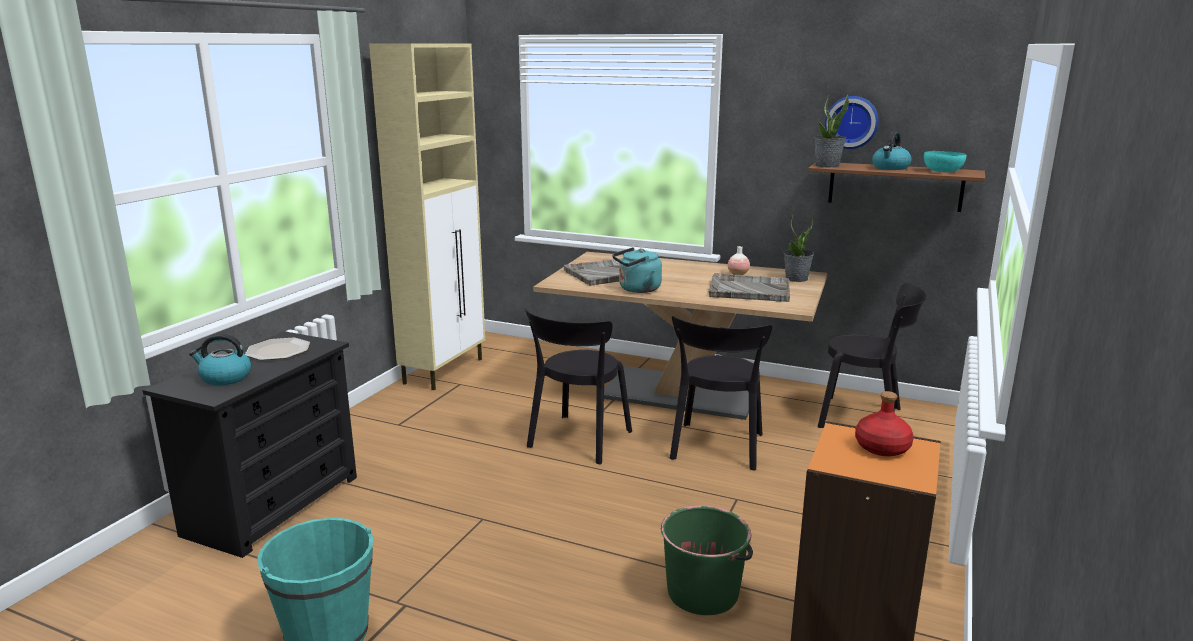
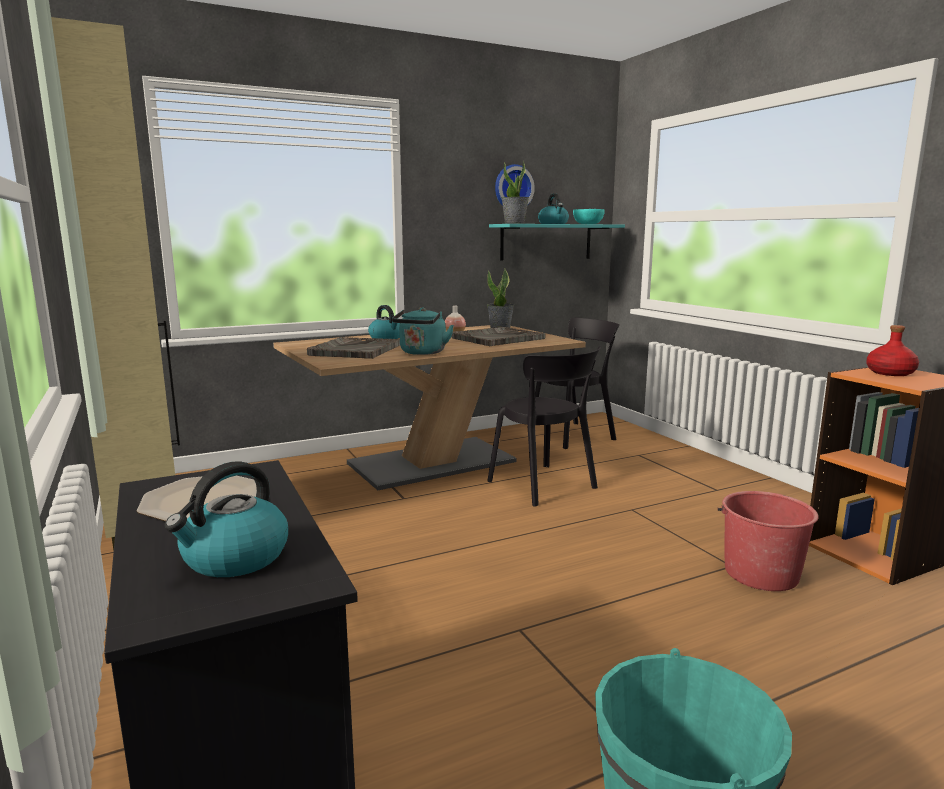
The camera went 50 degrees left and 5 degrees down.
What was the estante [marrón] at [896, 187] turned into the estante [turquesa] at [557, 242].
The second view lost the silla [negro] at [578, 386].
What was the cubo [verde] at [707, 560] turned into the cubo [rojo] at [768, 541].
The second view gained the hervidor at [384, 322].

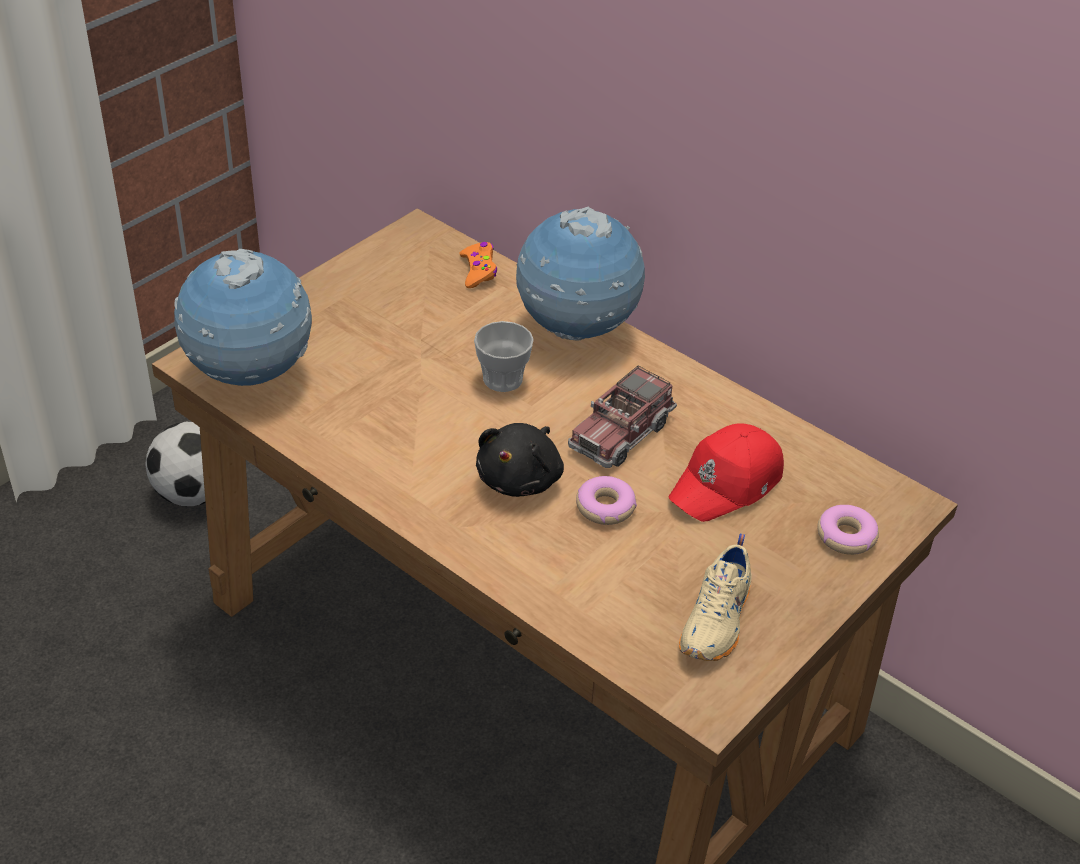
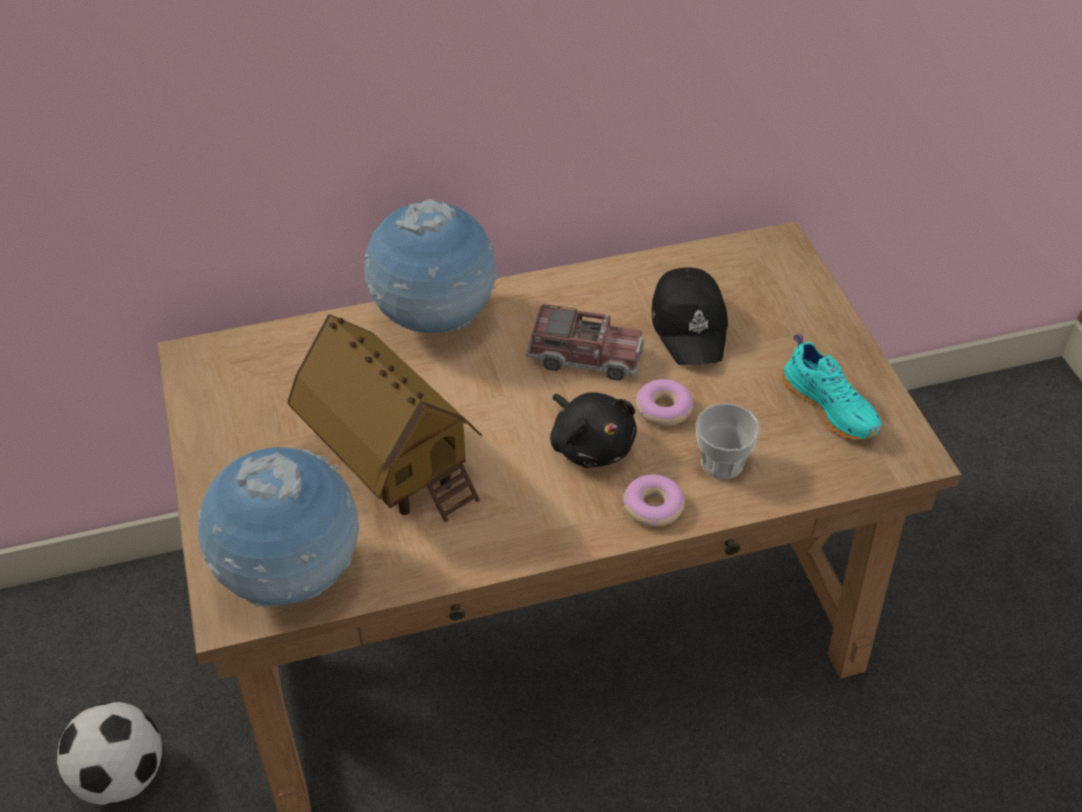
The camera went 55 degrees left and 5 degrees up.
The second view lost the mando de consola [naranja] at [478, 265].
The taza ended up elsewhere, having gone from [504, 356] to [728, 441].
The camión de juguete at [622, 417] ended up facing another way, 60 degrees counterclockwise from before.
What was the gorra [rojo] at [726, 472] turned into the gorra [negro] at [690, 316].
The rosquilla ended up elsewhere, having gone from [848, 530] to [654, 500].
What was the zapato [beis] at [715, 597] turned into the zapato [turquesa] at [831, 387].
The second view gained the casita at [384, 418].

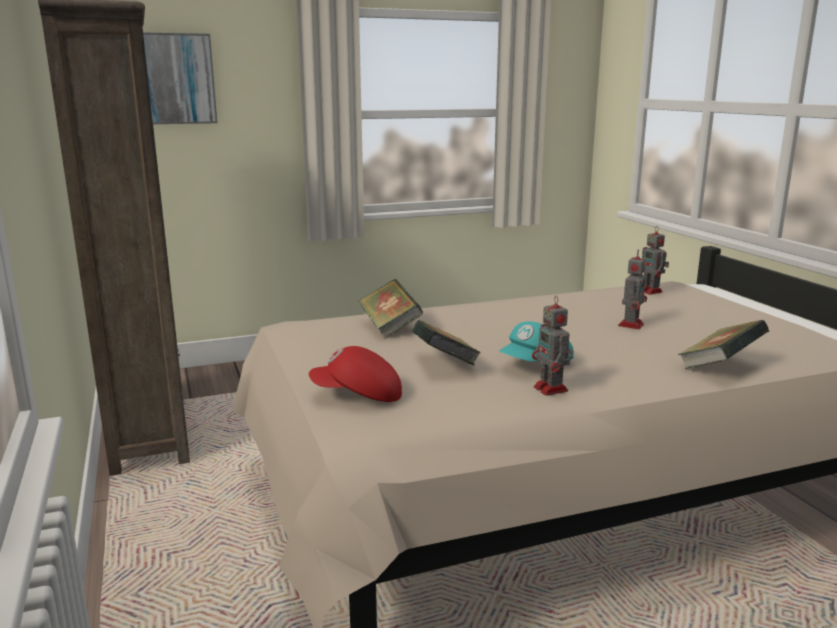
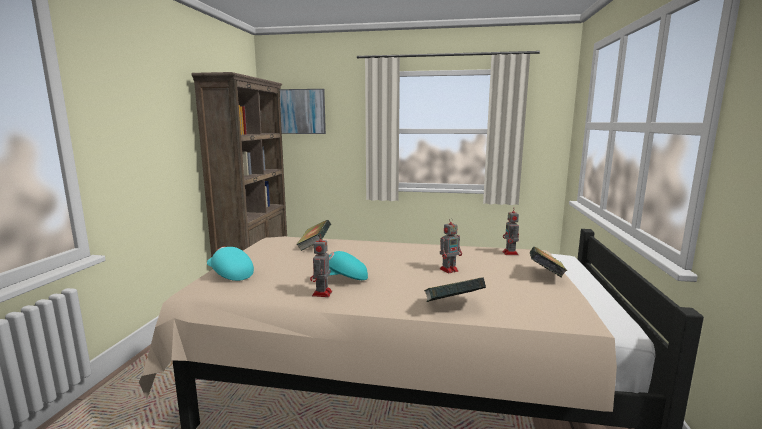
The camera went 30 degrees right and 5 degrees down.
The libro ended up elsewhere, having gone from [446, 342] to [548, 262].
What was the gorra [rojo] at [355, 374] turned into the gorra [turquesa] at [230, 263].

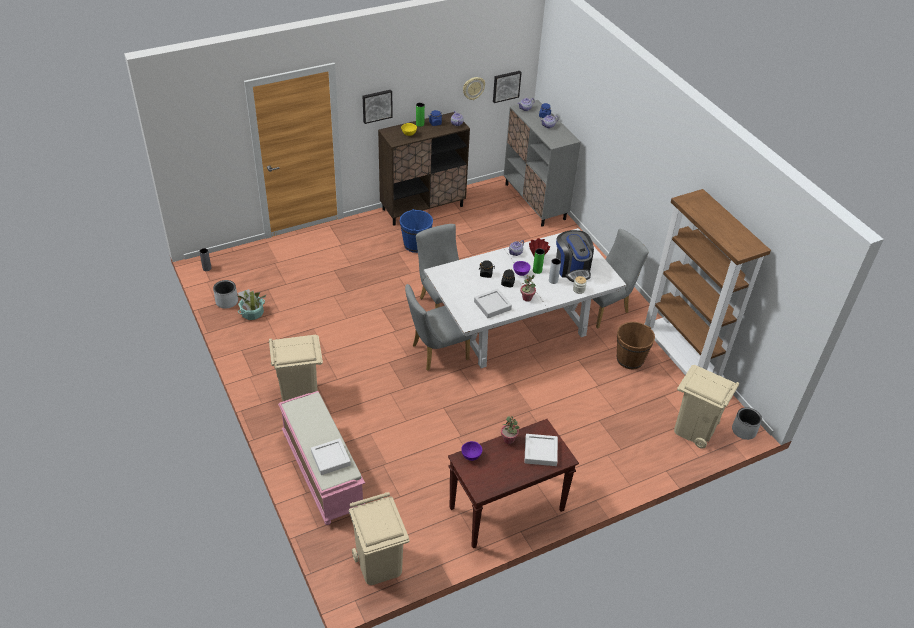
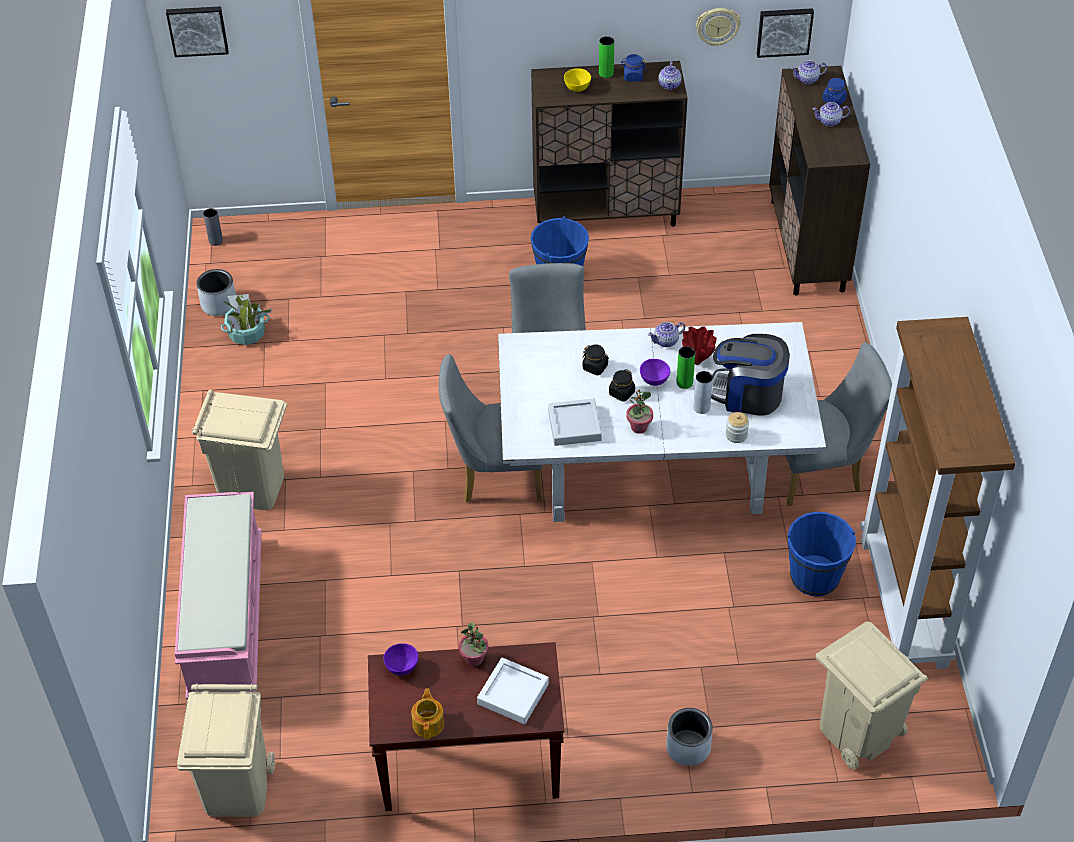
The camera went 25 degrees right and 5 degrees up.
The cuadro ended up elsewhere, having gone from [378, 107] to [197, 31].
What was the armario [gris] at [542, 163] turned into the armario [marrón] at [819, 180].
The cafetera at [575, 256] ended up facing another way, 105 degrees clockwise from before.
What was the cubo [marrón] at [635, 345] turned into the cubo [azul] at [822, 554].
The maceta [gris] ended up elsewhere, having gone from [747, 423] to [689, 737].
The second view lost the bandeja [blanco] at [331, 456].
The second view gained the tetera at [427, 713].

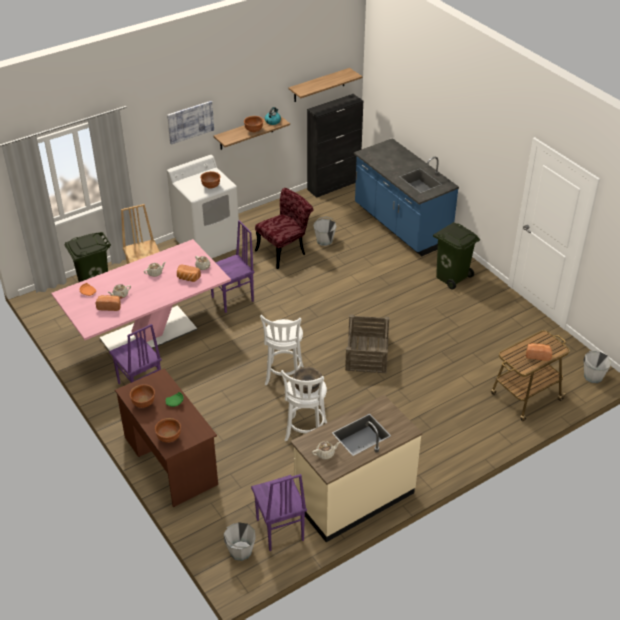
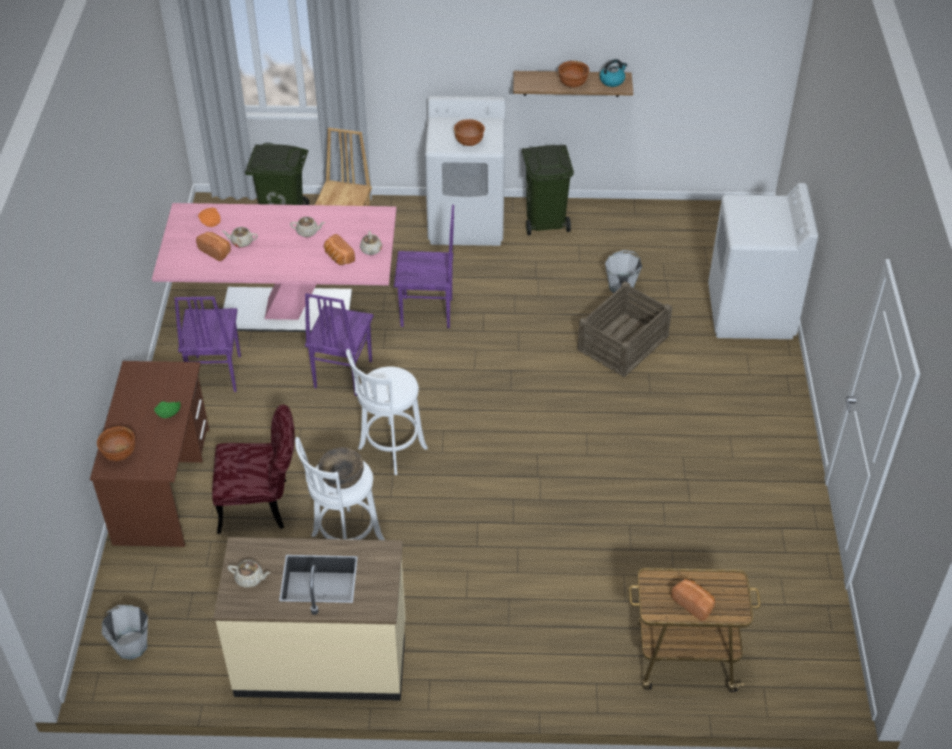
The camera went 35 degrees right and 5 degrees up.
The second view lost the estante at [325, 85].
The second view lost the armario [negro] at [335, 146].
The second view lost the cuadro at [190, 123].
Where the mueble bajo de cocina [azul] stood at [406, 197], the lavadora [blanco] came to stand at [763, 261].
The silla [rojo] ended up elsewhere, having gone from [284, 228] to [253, 469].
The papelera [verde] ended up elsewhere, having gone from [456, 256] to [548, 190].
The caja de embalaje ended up elsewhere, having gone from [367, 343] to [624, 329].
The second view lost the cubo [gris] at [598, 367].
The second view lost the cuenco [marrón] at [142, 396].
The silla [morado] ended up elsewhere, having gone from [279, 512] to [339, 344].

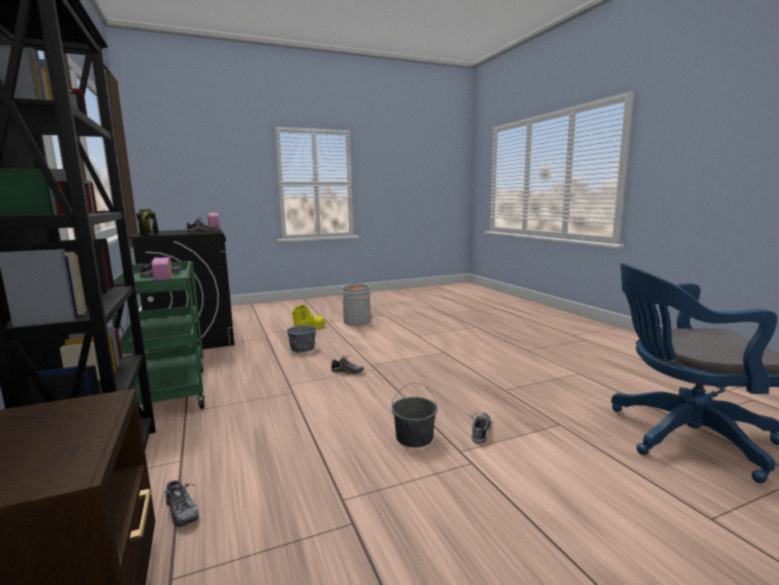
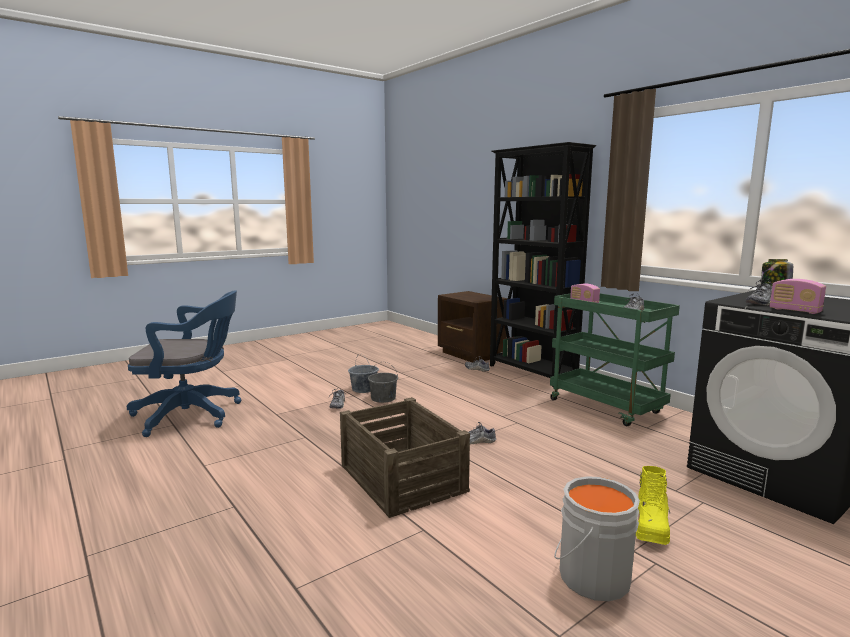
The camera went 165 degrees right and 0 degrees up.
The cubo [gris] ended up elsewhere, having gone from [301, 333] to [363, 373].
The second view gained the caja de embalaje at [405, 457].

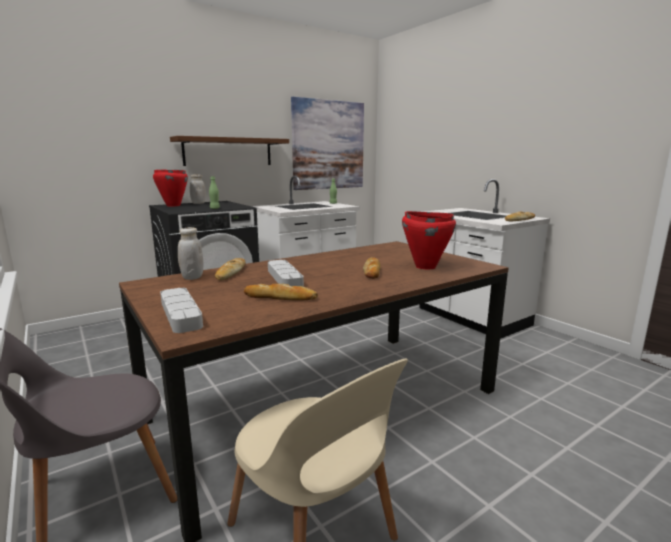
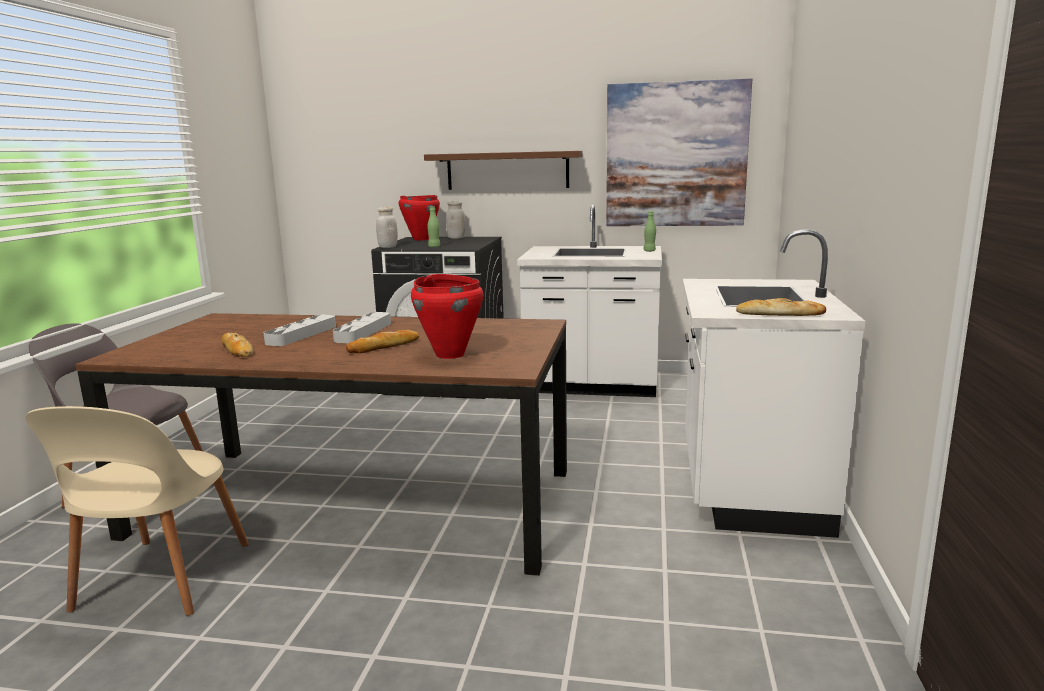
The camera went 45 degrees right and 0 degrees up.
The tarro [blanco] ended up elsewhere, having gone from [190, 253] to [387, 227].
The second view lost the pan at [230, 269].
The bandeja [gris] ended up elsewhere, having gone from [181, 310] to [362, 327].

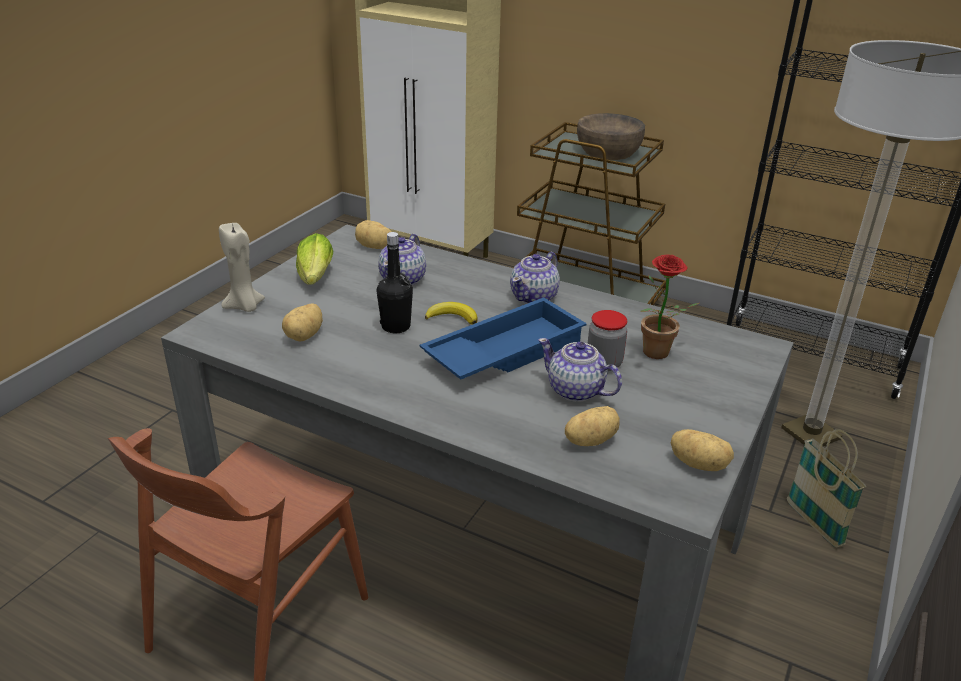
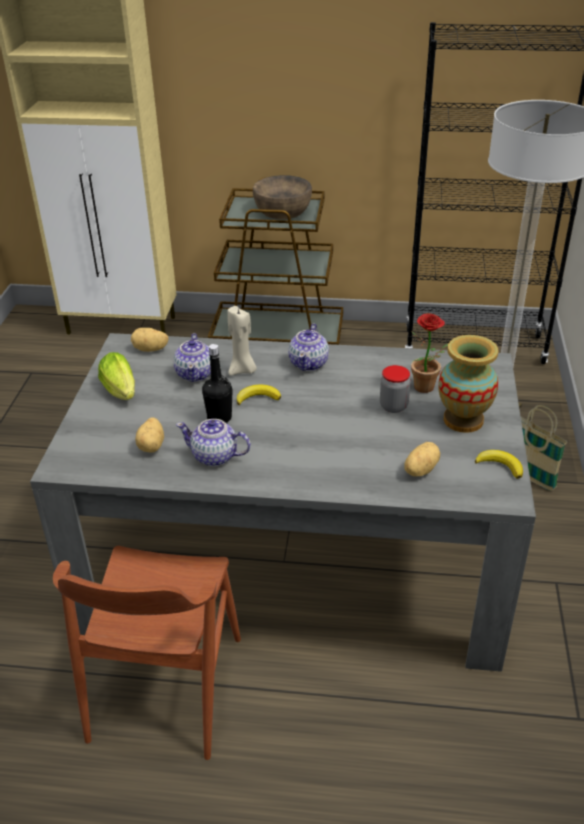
The camera went 20 degrees left and 5 degrees up.
The vela [beis] ended up elsewhere, having gone from [242, 267] to [242, 341].
The second view lost the bandeja [azul] at [503, 338].
The tetera ended up elsewhere, having gone from [580, 370] to [213, 442].
Where the patata stood at [702, 450], the plátano came to stand at [499, 464].
The second view gained the florero at [468, 384].

